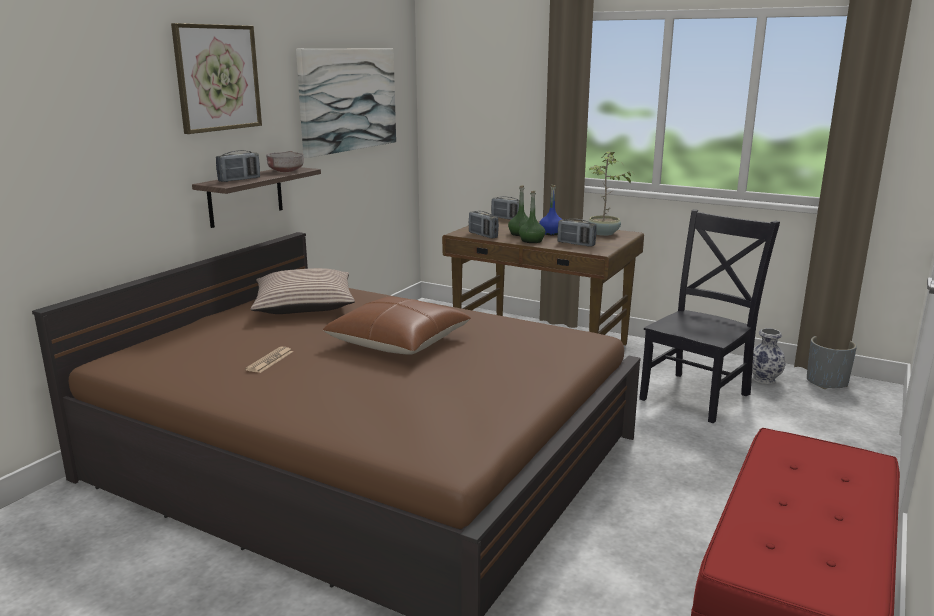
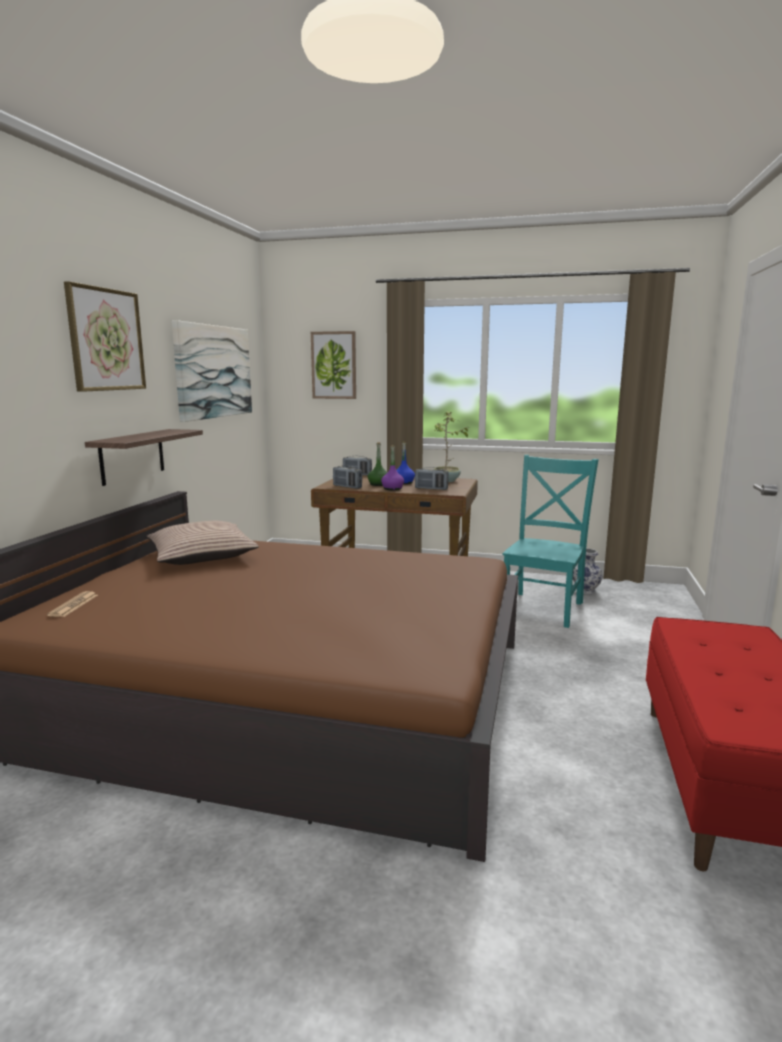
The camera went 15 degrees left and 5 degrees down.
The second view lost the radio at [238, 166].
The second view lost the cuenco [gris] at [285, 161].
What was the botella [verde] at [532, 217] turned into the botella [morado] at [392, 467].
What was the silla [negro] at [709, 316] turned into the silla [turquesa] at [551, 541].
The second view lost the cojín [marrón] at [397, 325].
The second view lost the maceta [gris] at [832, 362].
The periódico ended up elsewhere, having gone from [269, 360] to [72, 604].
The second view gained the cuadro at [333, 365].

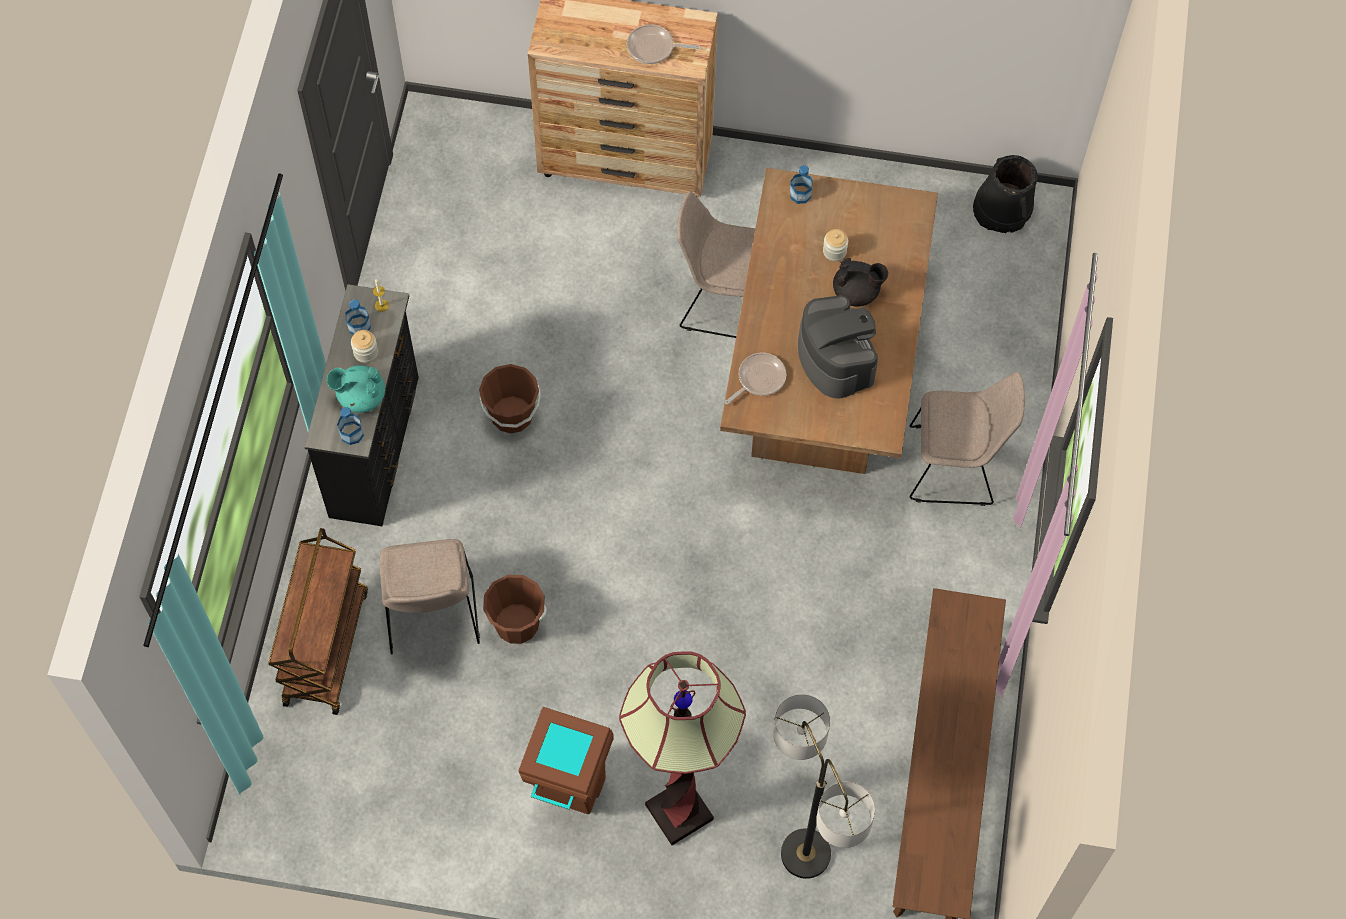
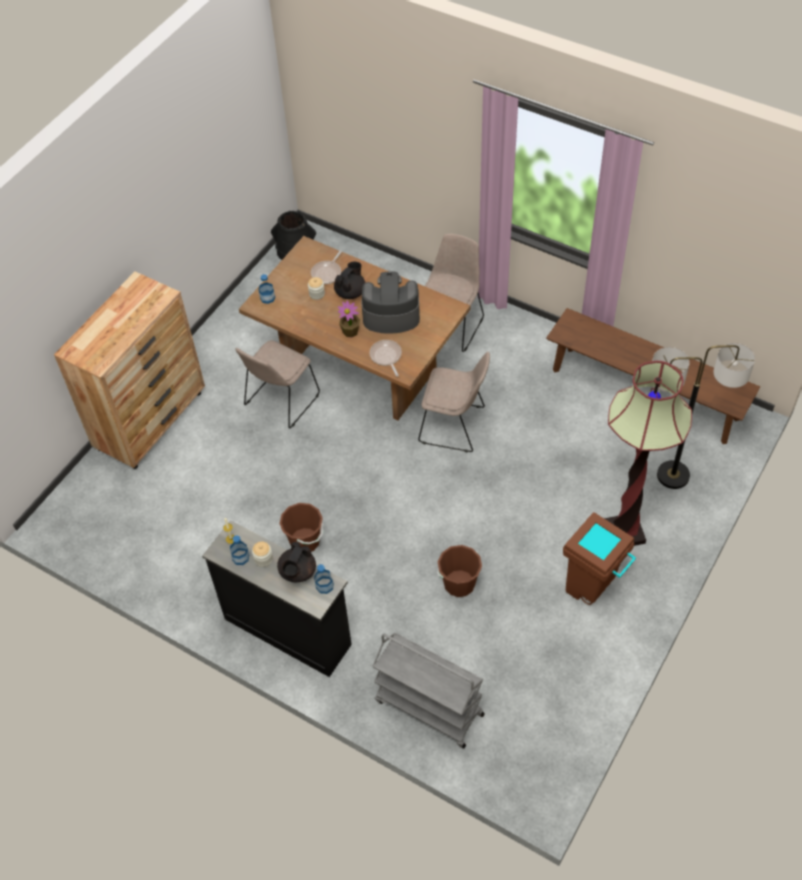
The camera went 65 degrees left and 10 degrees down.
The sartén ended up elsewhere, having gone from [663, 44] to [326, 267].
What was the tetera [turquesa] at [356, 389] turned into the tetera [negro] at [296, 562].
What was the carrito [marrón] at [318, 621] turned into the carrito [gris] at [428, 690].
The silla [beis] ended up elsewhere, having gone from [430, 596] to [454, 402].
The second view gained the planta en maceta at [349, 319].

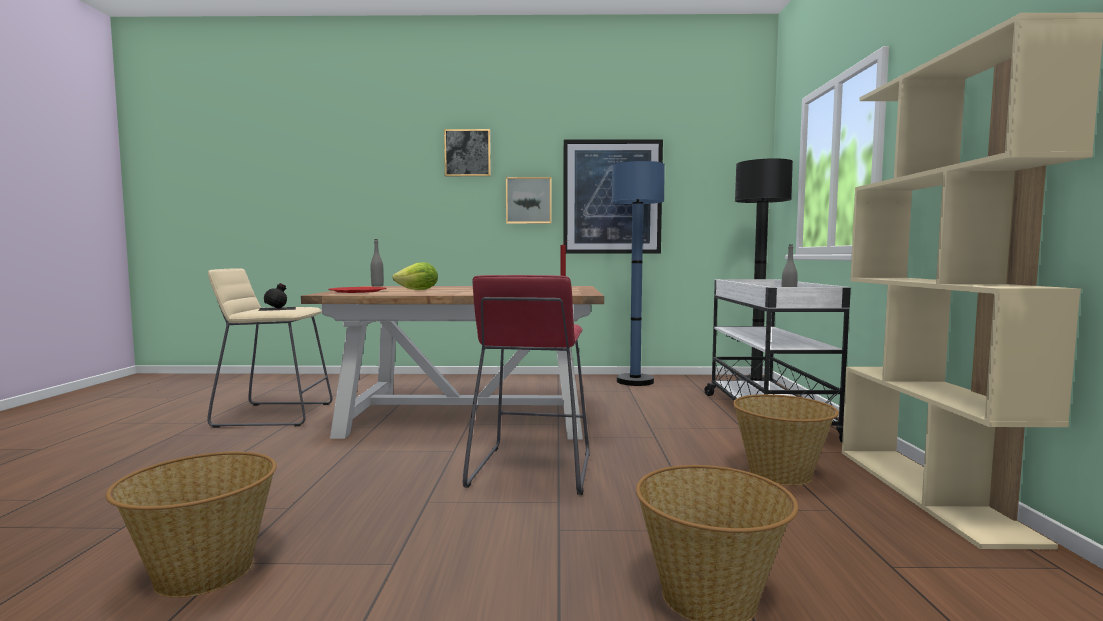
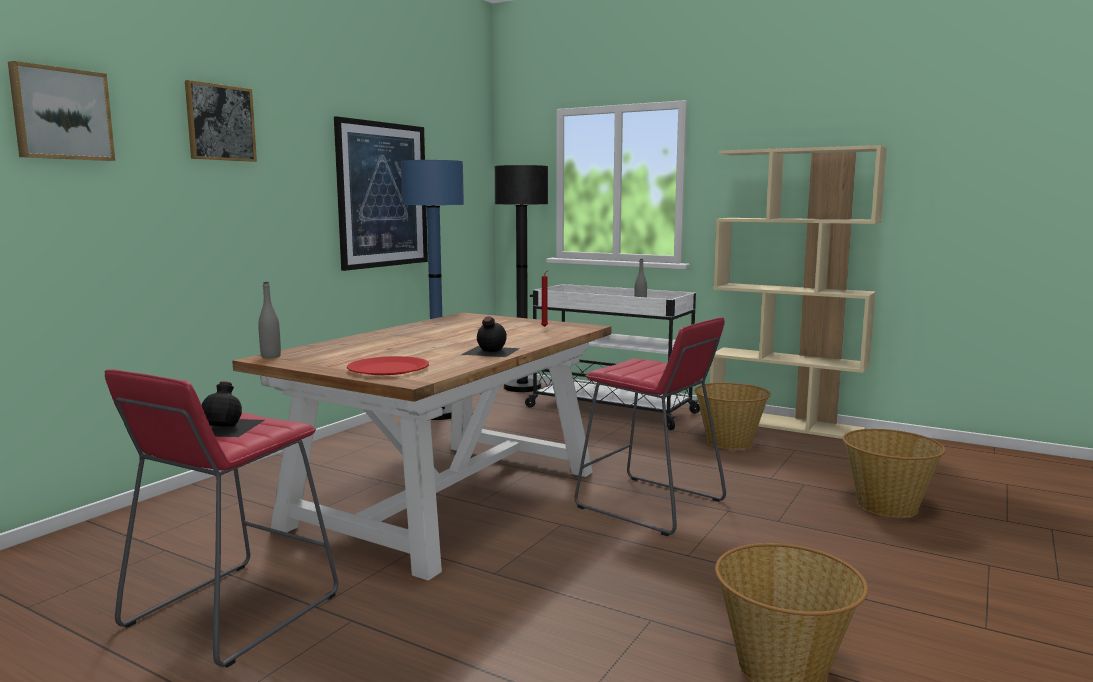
The camera went 60 degrees left and 5 degrees up.
The cuadro ended up elsewhere, having gone from [529, 200] to [61, 111].
The second view lost the lechuga at [415, 276].
What was the taburete [beis] at [270, 348] turned into the taburete [rojo] at [221, 518].
The second view gained the botella [negro] at [490, 336].

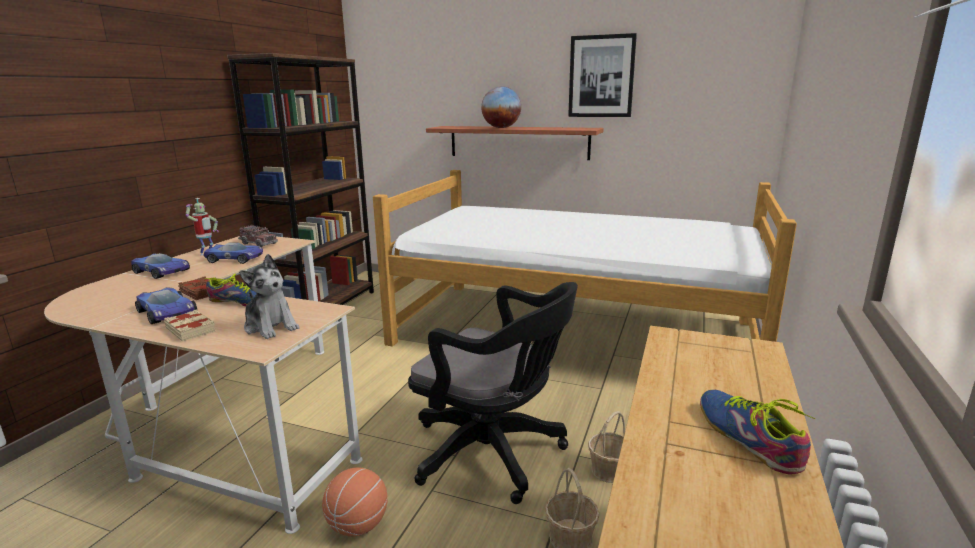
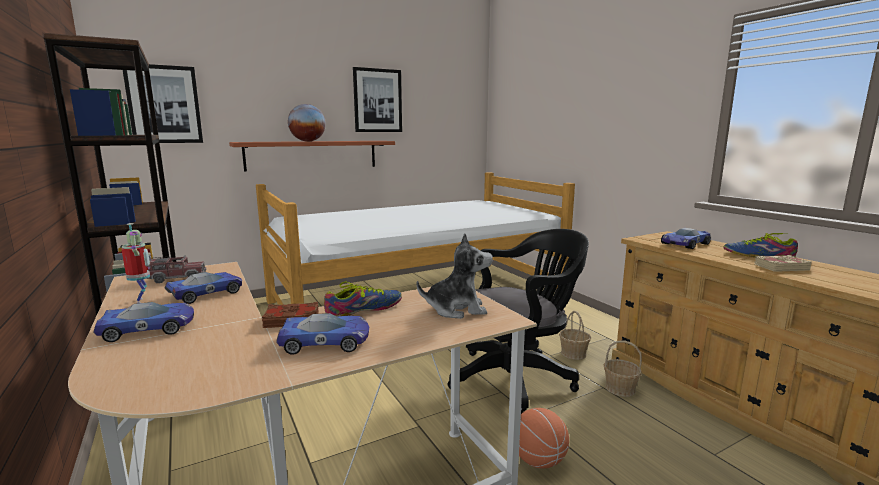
The camera went 50 degrees left and 5 degrees down.
The libro [beis] ended up elsewhere, having gone from [190, 325] to [783, 263].
The second view gained the cuadro at [163, 103].
The second view gained the coche de juguete at [686, 238].

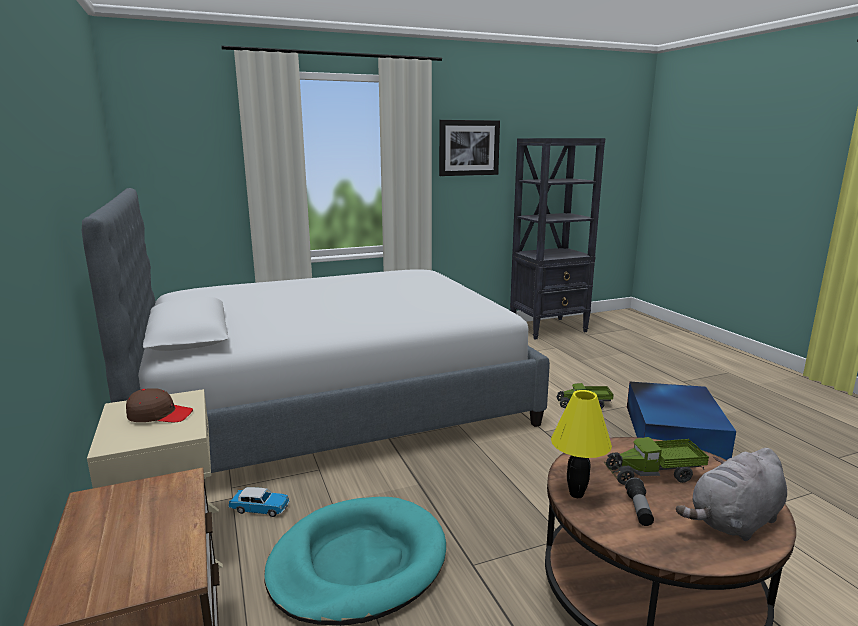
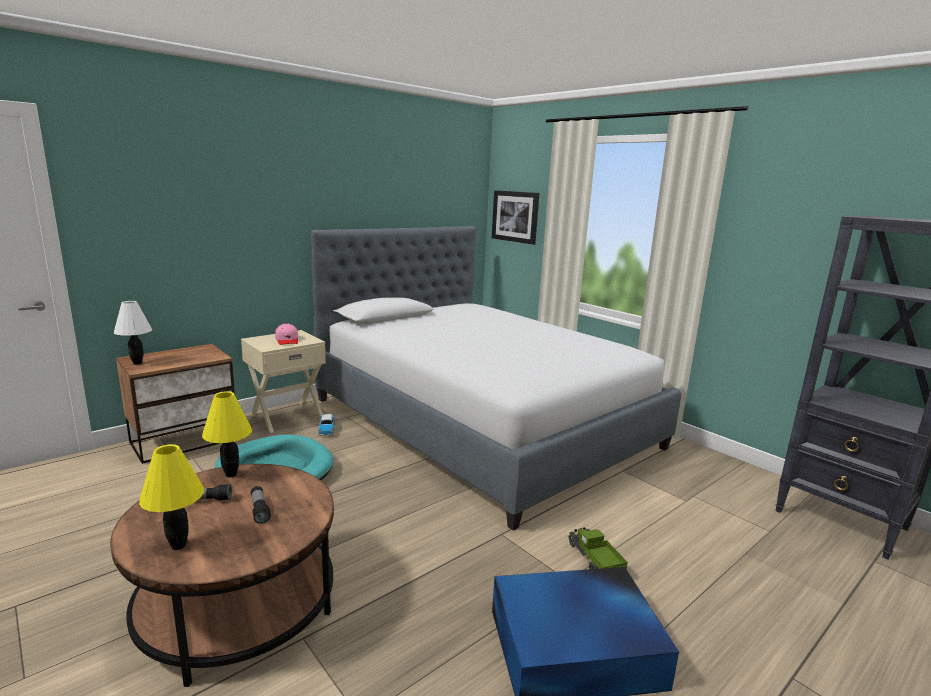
The camera went 70 degrees right and 0 degrees up.
The cuadro ended up elsewhere, having gone from [469, 148] to [515, 217].
What was the gorra [marrón] at [159, 405] turned into the gorra [rosa] at [287, 334].
Where the camión de juguete stood at [657, 461], the linterna came to stand at [261, 505].
Where the peluche [gris] stood at [731, 494], the lámpara de mesa [amarillo] came to stand at [171, 497].
The second view gained the lámpara de mesa [blanco] at [133, 333].

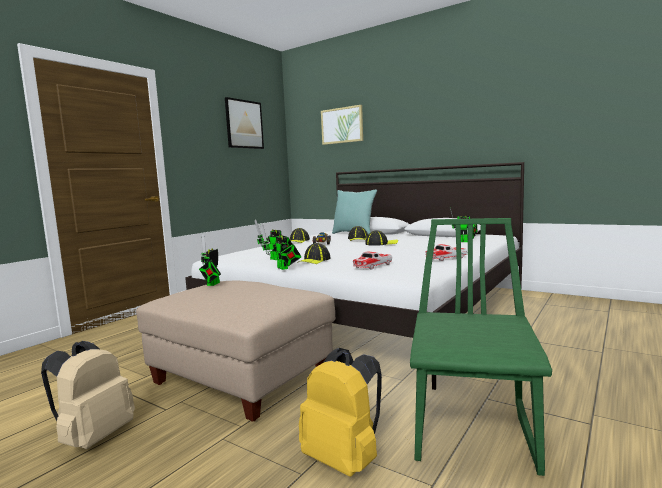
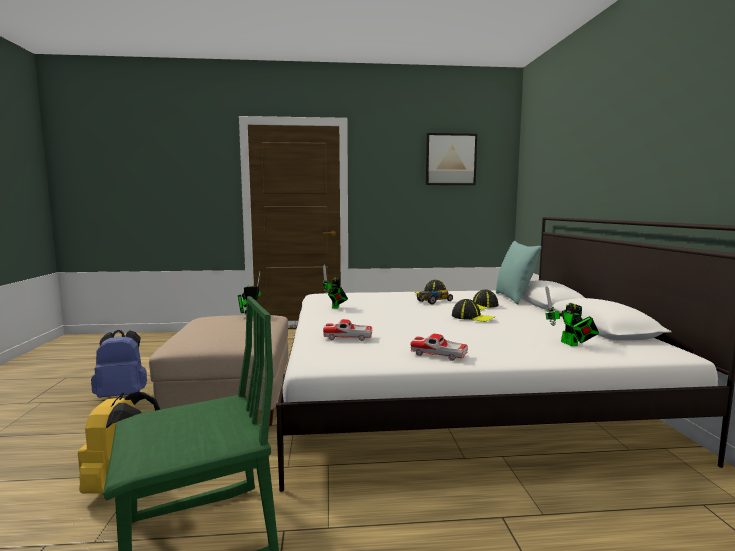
The camera went 50 degrees right and 0 degrees up.
The second view lost the cuadro at [342, 125].
The second view lost the robot de juguete at [281, 246].
The second view lost the gorra at [313, 253].
What was the mochila [beis] at [88, 395] turned into the mochila [azul] at [119, 364].

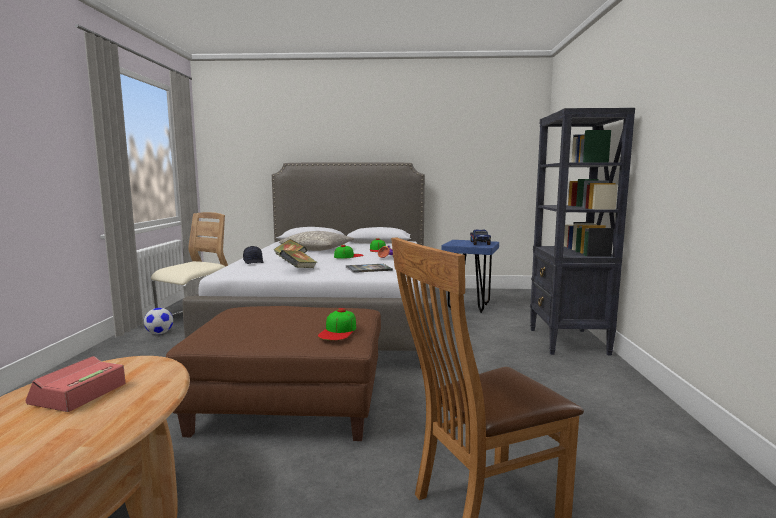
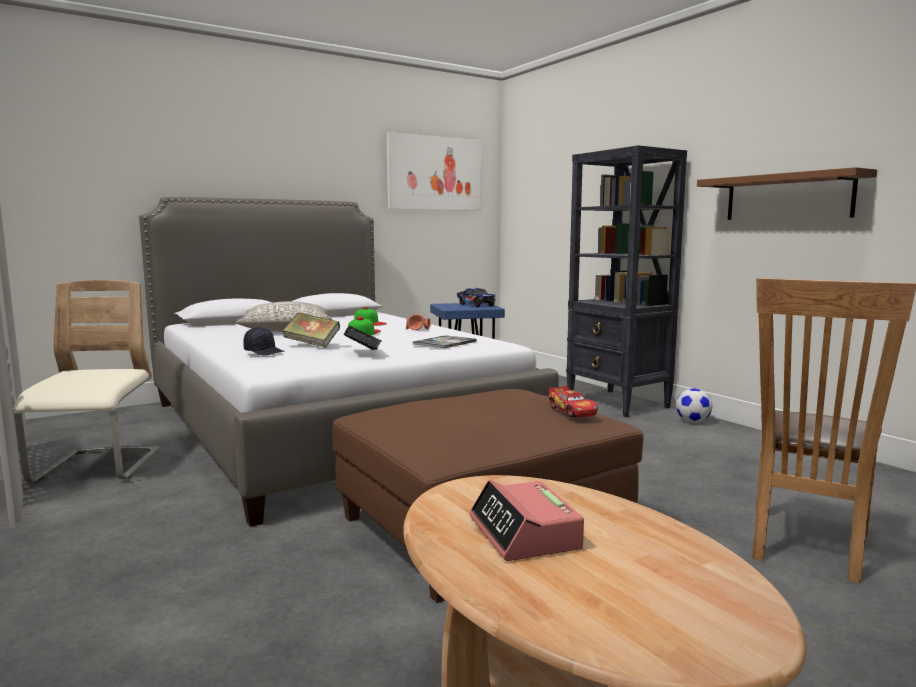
The camera went 35 degrees left and 0 degrees up.
The balón de fútbol ended up elsewhere, having gone from [158, 321] to [694, 405].
Where the gorra stood at [337, 324], the coche de juguete came to stand at [573, 401].
The second view gained the cuadro at [433, 171].
The second view gained the estante [marrón] at [787, 193].

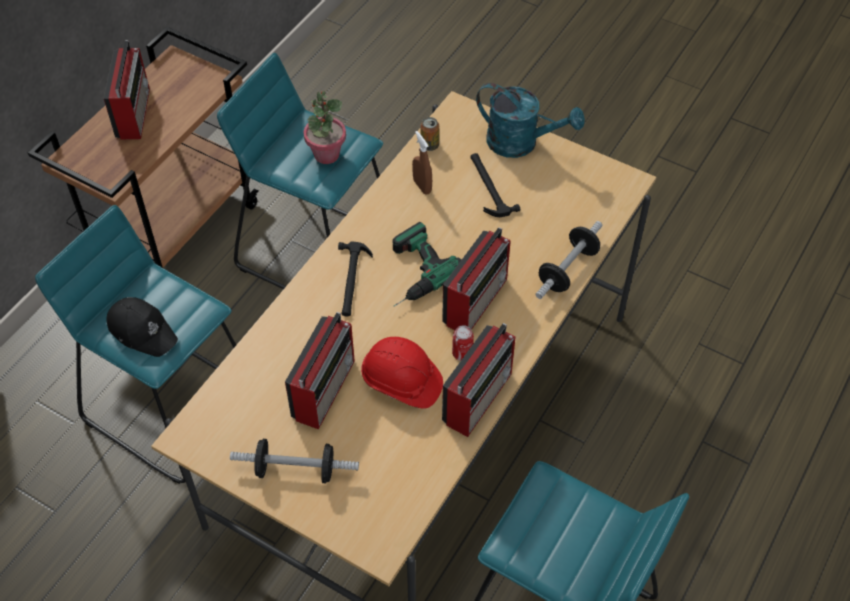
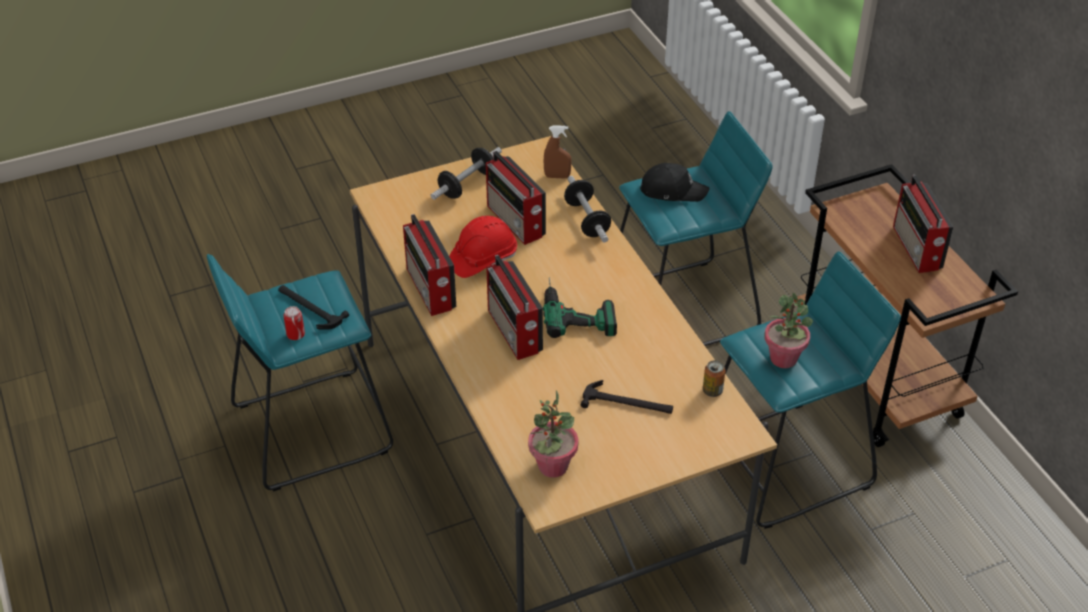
The camera went 125 degrees right and 10 degrees down.
The radio at [127, 89] ended up facing another way, 45 degrees clockwise from before.
The second view lost the regadera [turquesa] at [530, 120].
The pulverizador [marrón] ended up elsewhere, having gone from [422, 163] to [558, 152].
The mancuerna ended up elsewhere, having gone from [568, 260] to [587, 209].
The martillo ended up elsewhere, having gone from [355, 278] to [313, 307].
The gorra [negro] at [142, 327] ended up facing another way, 150 degrees counterclockwise from before.
The lata ended up elsewhere, having gone from [463, 343] to [294, 323].
The second view gained the planta en maceta at [553, 434].

